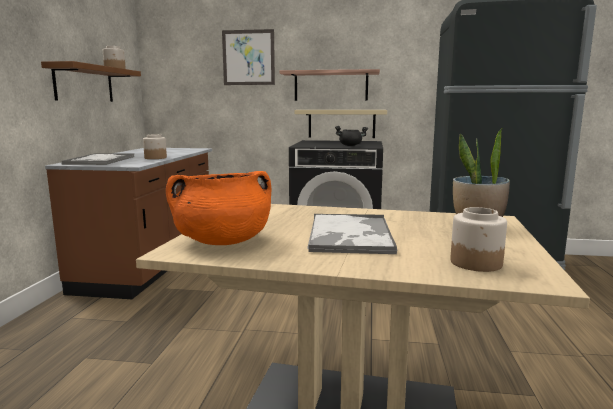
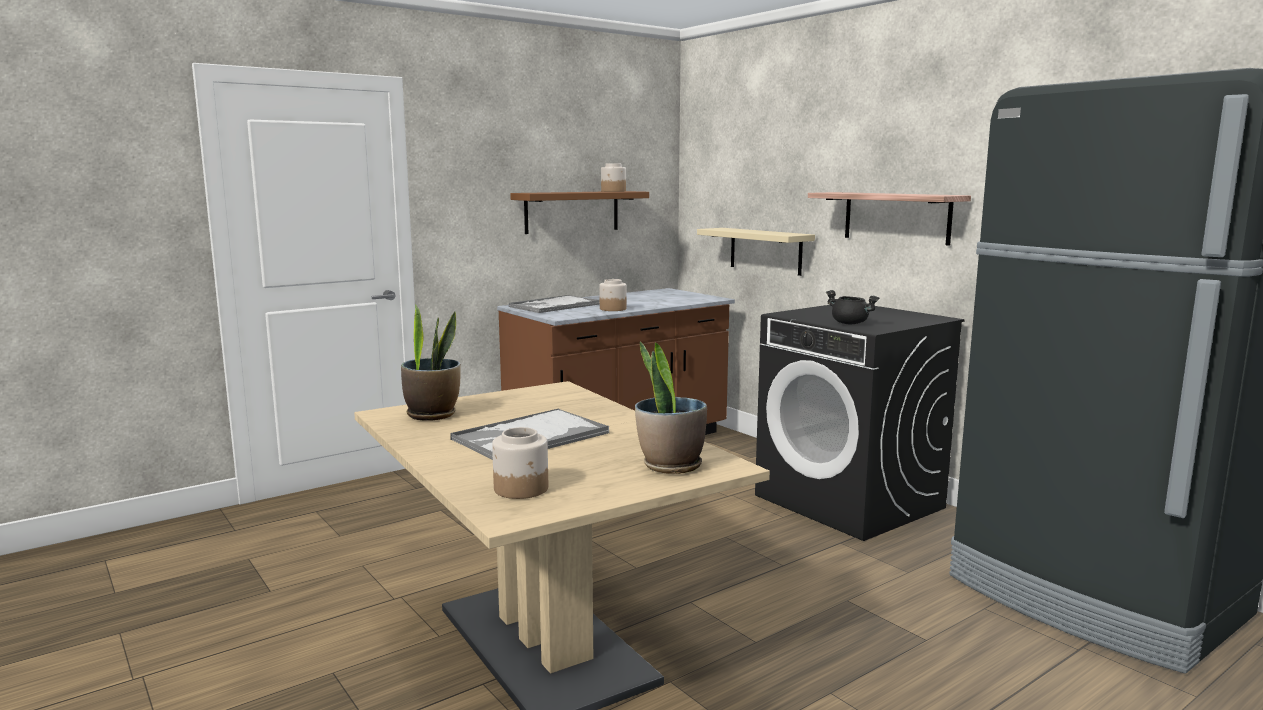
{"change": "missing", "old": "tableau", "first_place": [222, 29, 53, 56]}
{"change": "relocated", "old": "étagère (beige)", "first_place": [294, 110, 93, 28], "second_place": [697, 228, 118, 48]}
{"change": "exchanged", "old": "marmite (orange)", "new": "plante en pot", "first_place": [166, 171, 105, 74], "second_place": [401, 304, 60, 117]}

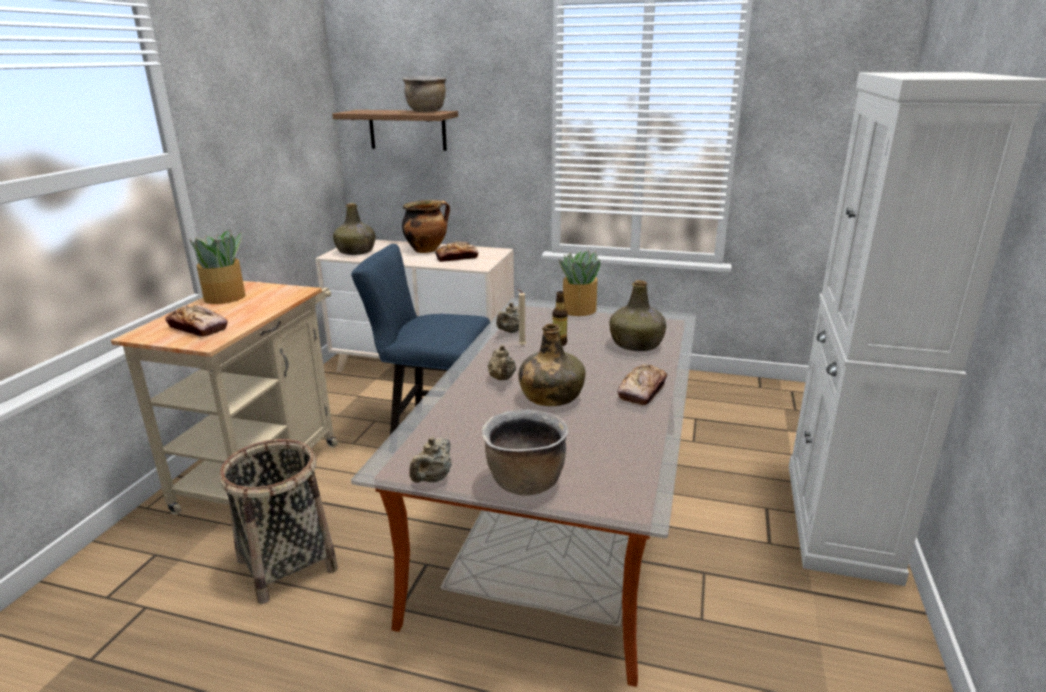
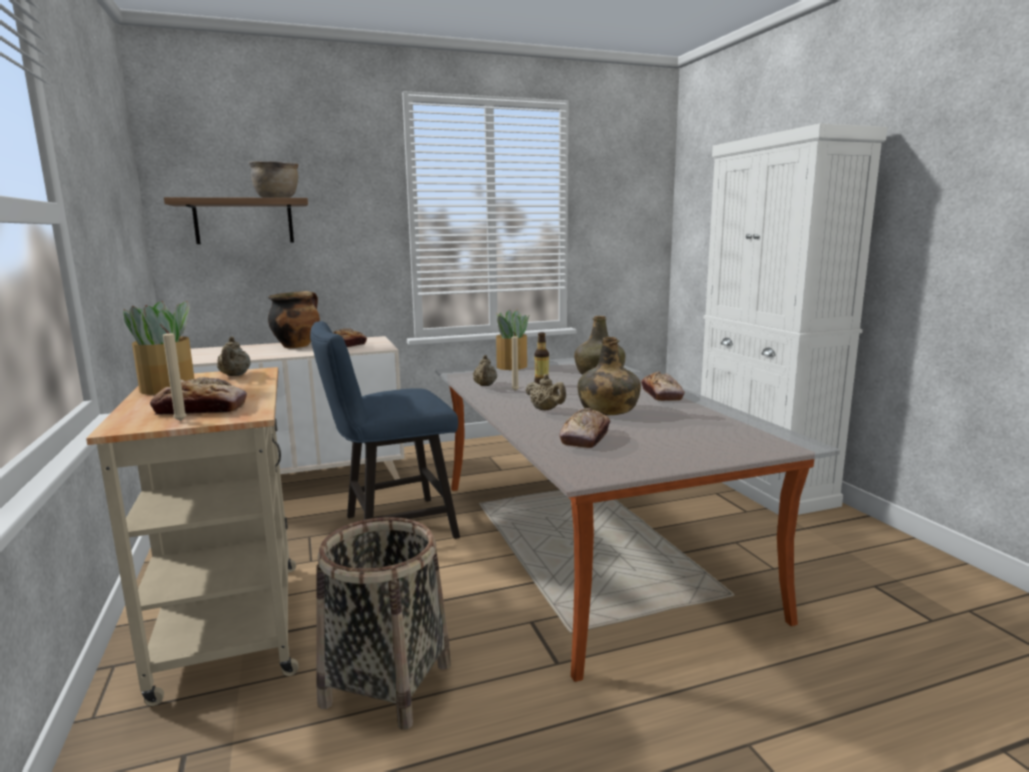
{"change": "missing", "old": "bouteille (vert)", "first_place": [333, 203, 42, 52]}
{"change": "missing", "old": "marmite (marron)", "first_place": [482, 409, 87, 87]}
{"change": "appeared", "new": "bougie (beige)", "second_place": [160, 324, 27, 97]}
{"change": "appeared", "new": "pain", "second_place": [559, 408, 51, 40]}
{"change": "relocated", "old": "théière (beige)", "first_place": [409, 437, 42, 46], "second_place": [217, 337, 34, 39]}

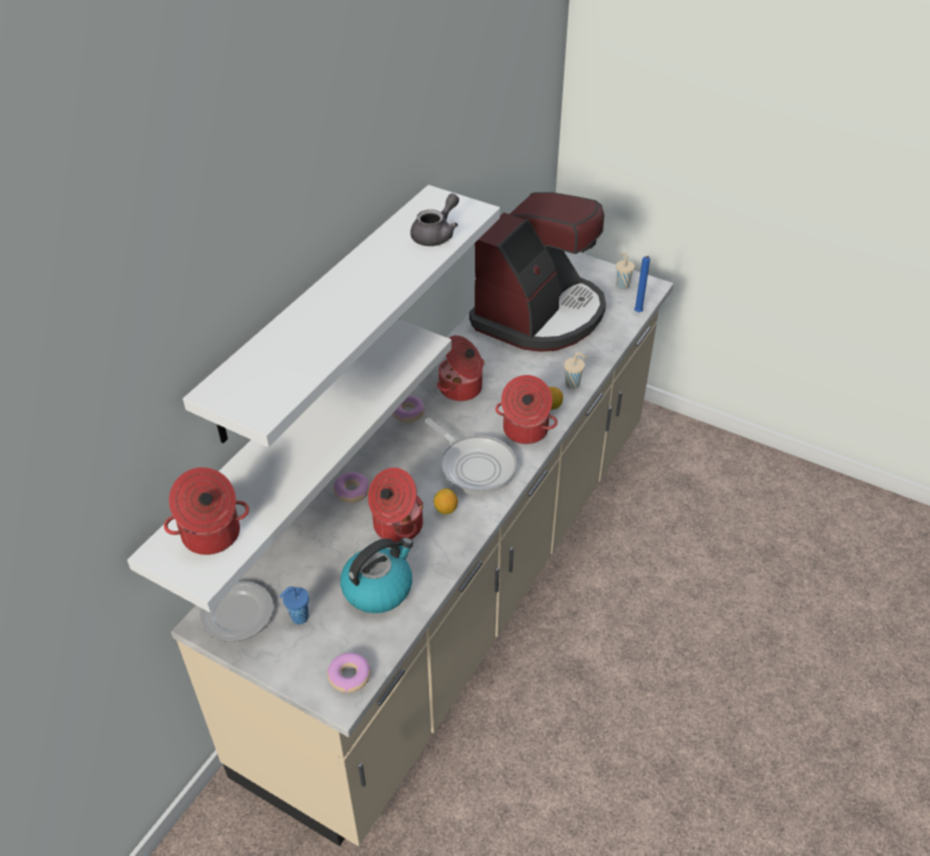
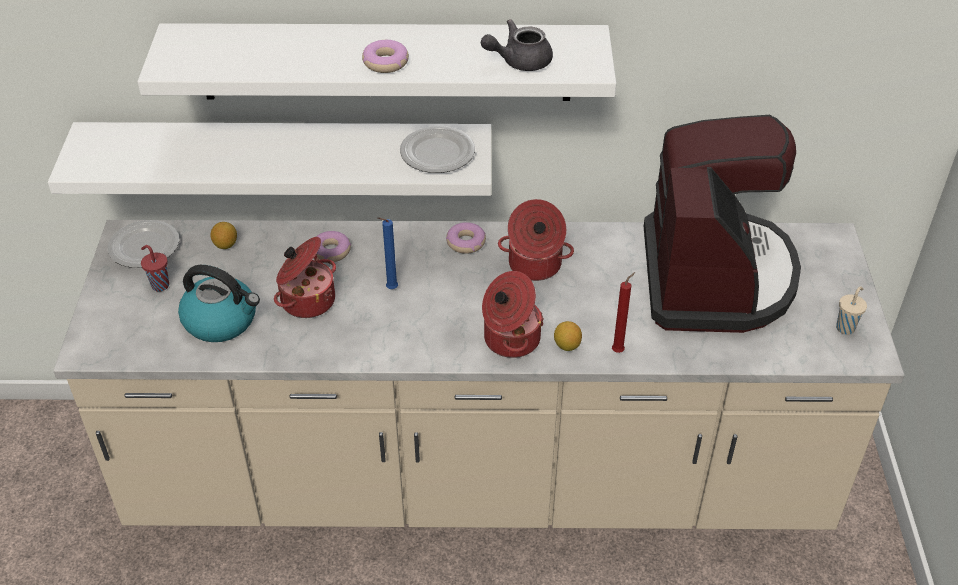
{"change": "missing", "old": "marmite", "first_place": [164, 467, 85, 88]}
{"change": "missing", "old": "poêle", "first_place": [425, 418, 92, 77]}
{"change": "appeared", "new": "assiette", "second_place": [400, 126, 75, 47]}
{"change": "relocated", "old": "beignet", "first_place": [327, 653, 44, 40], "second_place": [362, 40, 47, 33]}
{"change": "relocated", "old": "citron", "first_place": [434, 489, 24, 25], "second_place": [211, 222, 26, 27]}
{"change": "relocated", "old": "bougie (bleu)", "first_place": [634, 256, 16, 56], "second_place": [377, 217, 21, 72]}
{"change": "exchanged", "old": "tasse (beige)", "new": "bougie (rouge)", "first_place": [564, 352, 24, 37], "second_place": [612, 272, 23, 81]}
{"change": "colour", "old": "tasse (bleu)", "new": "tasse (rouge)", "first_place": [279, 586, 30, 38], "second_place": [141, 245, 28, 47]}
{"change": "spun", "old": "théière (gris)", "first_place": [410, 193, 49, 53], "second_place": [481, 19, 72, 52], "degrees": 150}
{"change": "spun", "old": "machine à café", "first_place": [469, 192, 137, 160], "second_place": [644, 115, 157, 218], "degrees": -90}

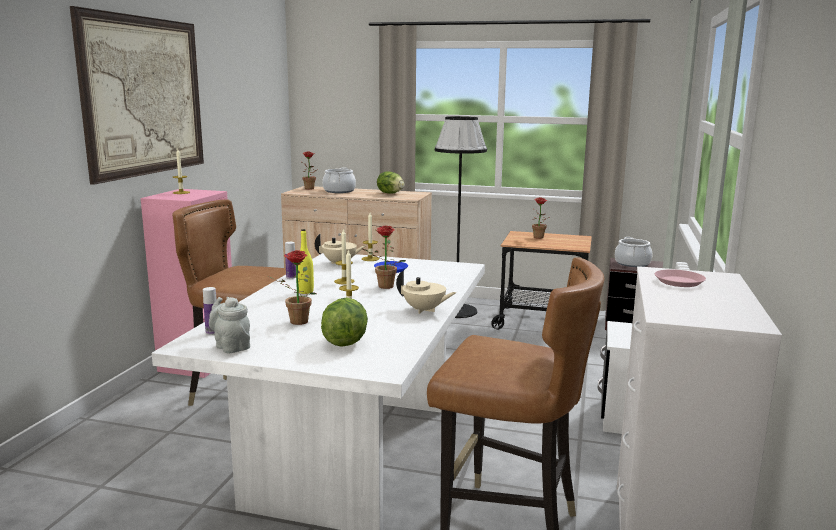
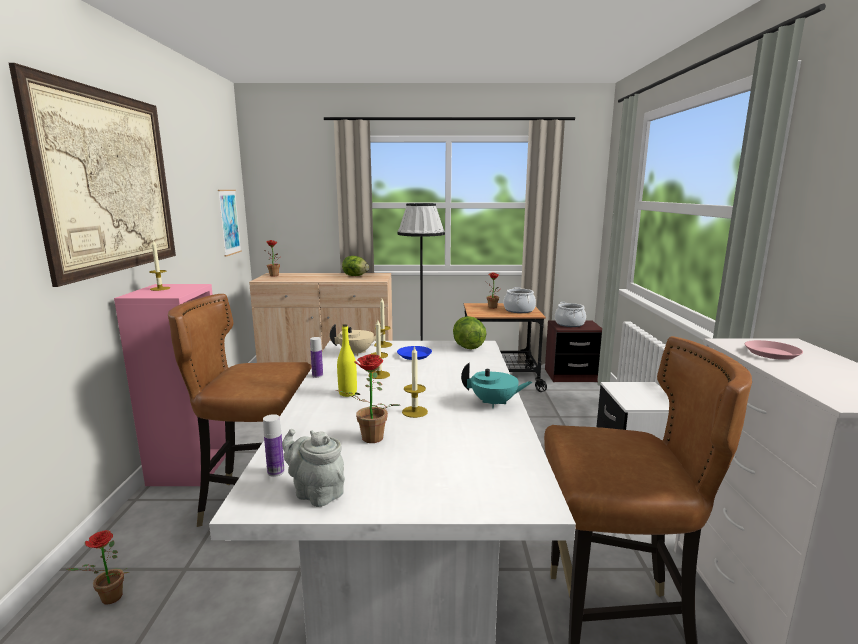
{"change": "appeared", "new": "tableau", "second_place": [218, 190, 24, 67]}
{"change": "relocated", "old": "laitue", "first_place": [321, 298, 47, 49], "second_place": [453, 316, 34, 33]}
{"change": "relocated", "old": "marmite", "first_place": [322, 168, 34, 25], "second_place": [504, 287, 32, 26]}
{"change": "relocated", "old": "plante en pot", "first_place": [361, 225, 45, 64], "second_place": [66, 530, 64, 75]}
{"change": "colour", "old": "théière (beige)", "new": "théière (turquoise)", "first_place": [396, 270, 60, 44], "second_place": [461, 362, 71, 47]}

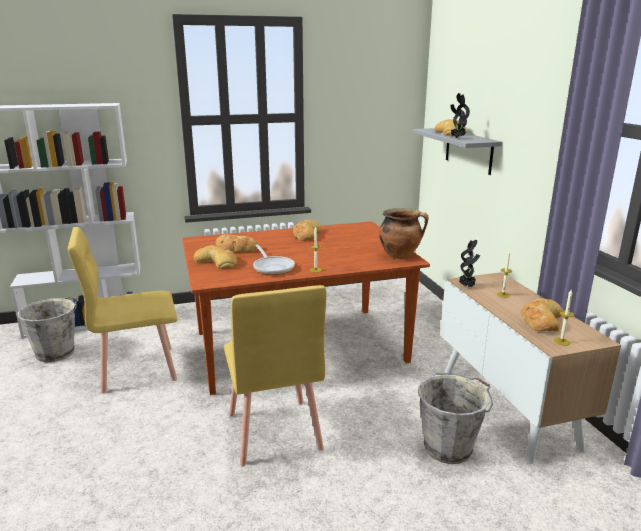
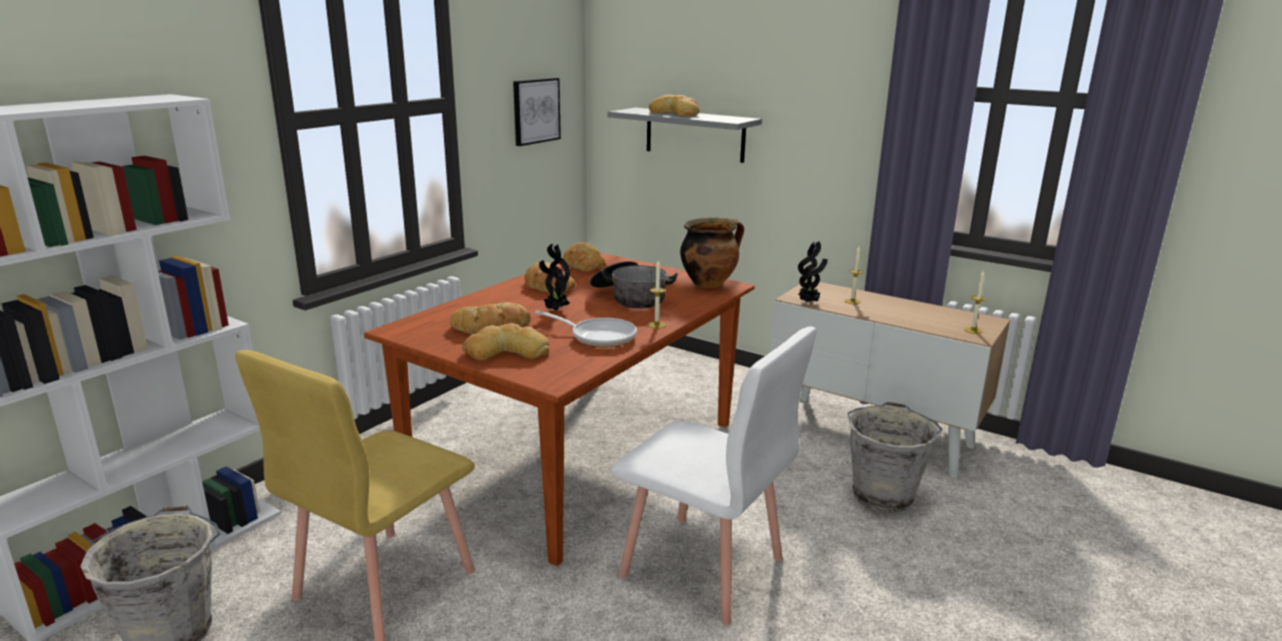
{"change": "appeared", "new": "tableau", "second_place": [513, 78, 48, 68]}
{"change": "appeared", "new": "marmite", "second_place": [590, 261, 88, 48]}
{"change": "relocated", "old": "plante en pot", "first_place": [450, 93, 20, 45], "second_place": [539, 244, 31, 67]}
{"change": "relocated", "old": "pain", "first_place": [521, 298, 42, 34], "second_place": [563, 242, 42, 30]}
{"change": "colour", "old": "chaise (jaune)", "new": "chaise (blanc)", "first_place": [224, 285, 103, 181], "second_place": [610, 326, 207, 299]}

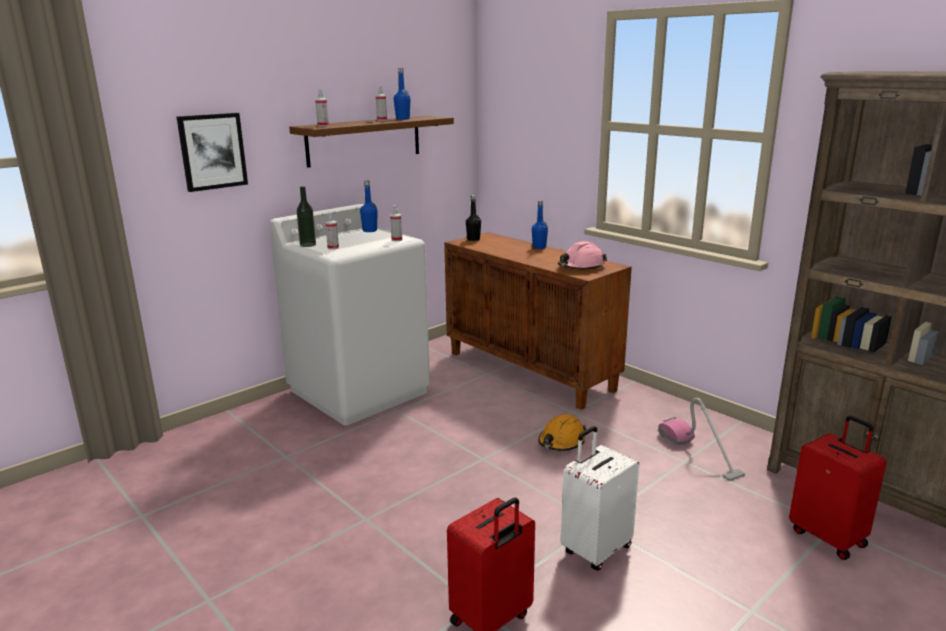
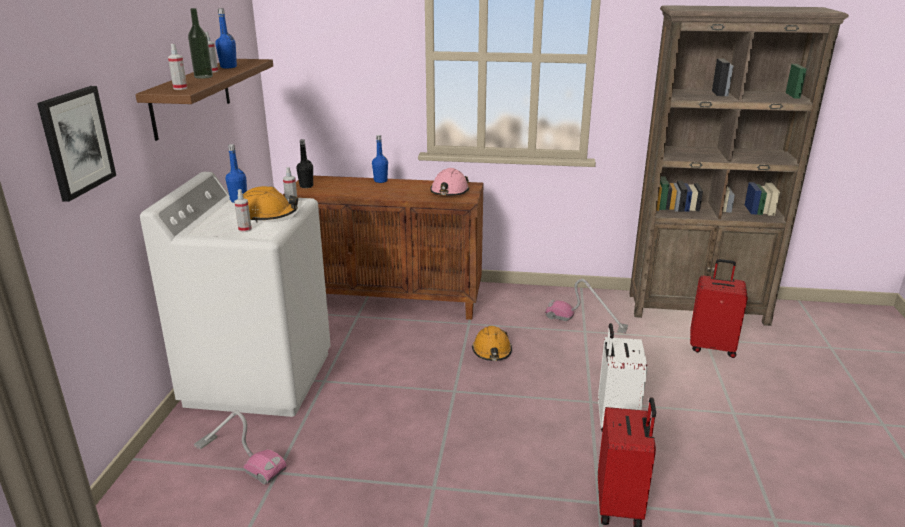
{"change": "appeared", "new": "aspirateur", "second_place": [194, 410, 93, 74]}
{"change": "appeared", "new": "casque de chantier (orange)", "second_place": [243, 186, 55, 36]}
{"change": "relocated", "old": "bouteille", "first_place": [297, 186, 19, 61], "second_place": [188, 8, 25, 71]}

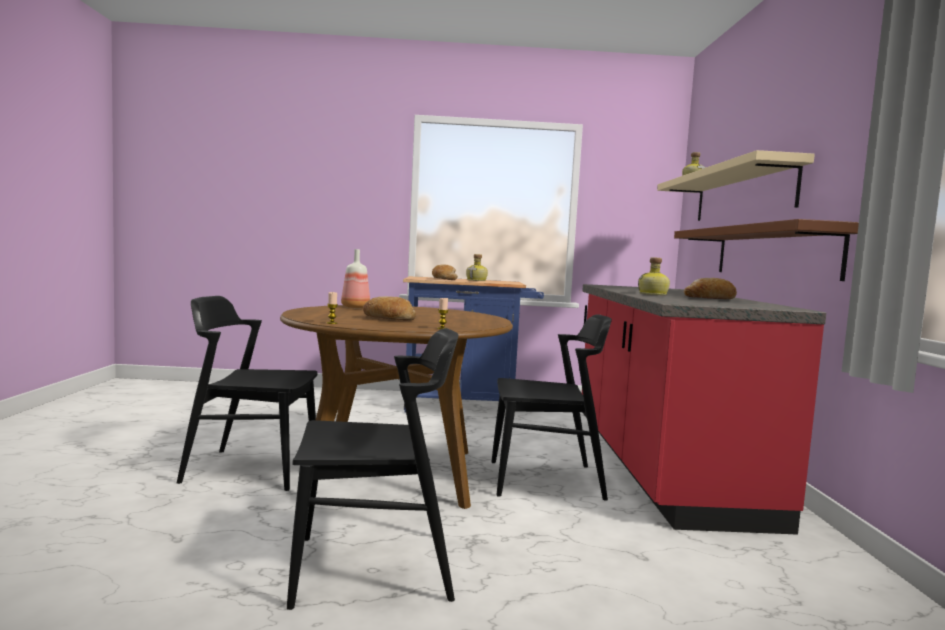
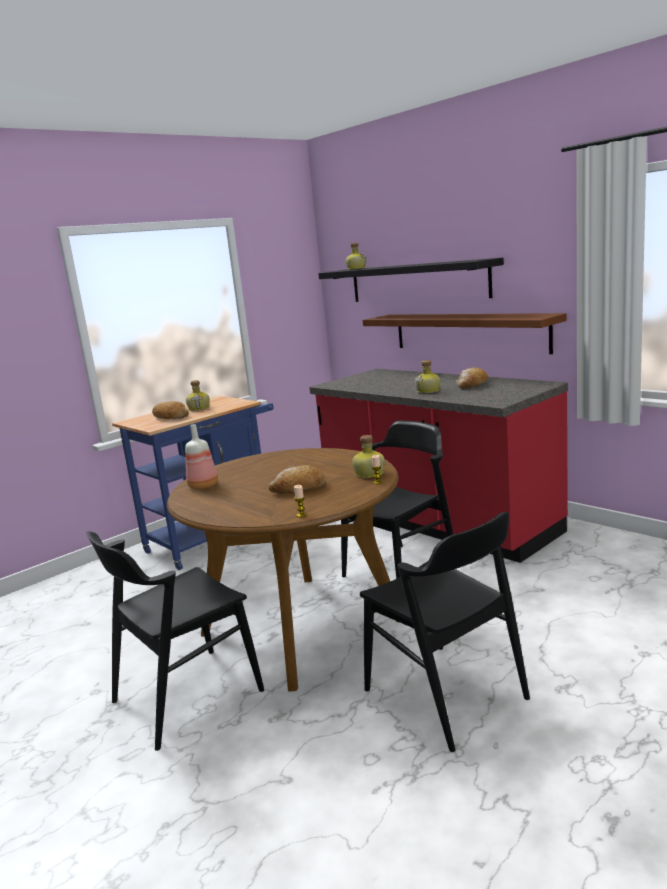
{"change": "appeared", "new": "bouteille", "second_place": [352, 435, 33, 43]}
{"change": "colour", "old": "étagère (beige)", "new": "étagère (noir)", "first_place": [657, 150, 158, 71], "second_place": [318, 258, 186, 44]}
{"change": "spun", "old": "chaise (noir)", "first_place": [287, 328, 172, 282], "second_place": [360, 512, 170, 240], "degrees": 105}

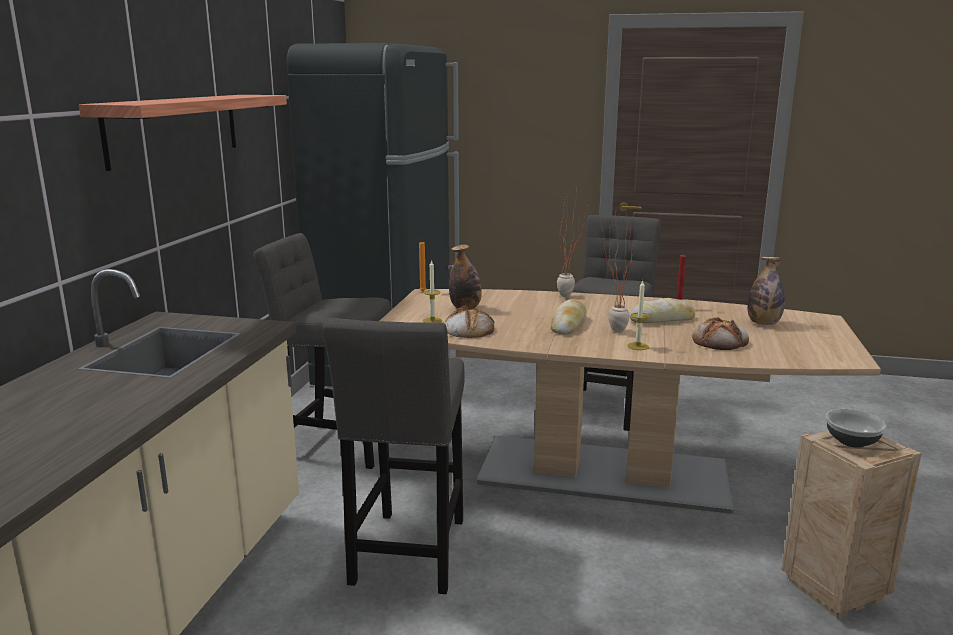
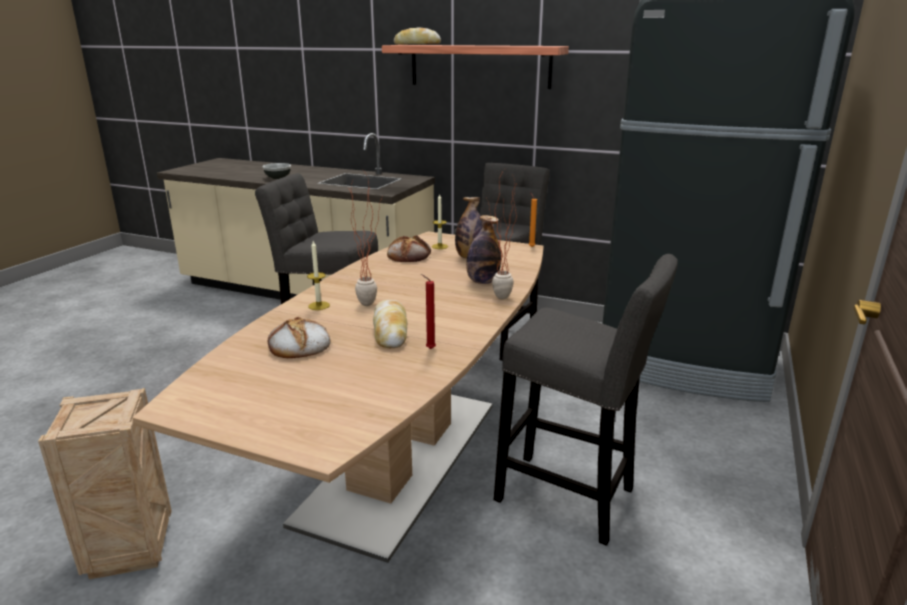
{"change": "relocated", "old": "pain", "first_place": [551, 299, 35, 36], "second_place": [394, 27, 47, 18]}
{"change": "relocated", "old": "bouteille", "first_place": [747, 257, 38, 68], "second_place": [466, 215, 35, 69]}
{"change": "relocated", "old": "bol", "first_place": [826, 409, 60, 39], "second_place": [262, 163, 29, 16]}

